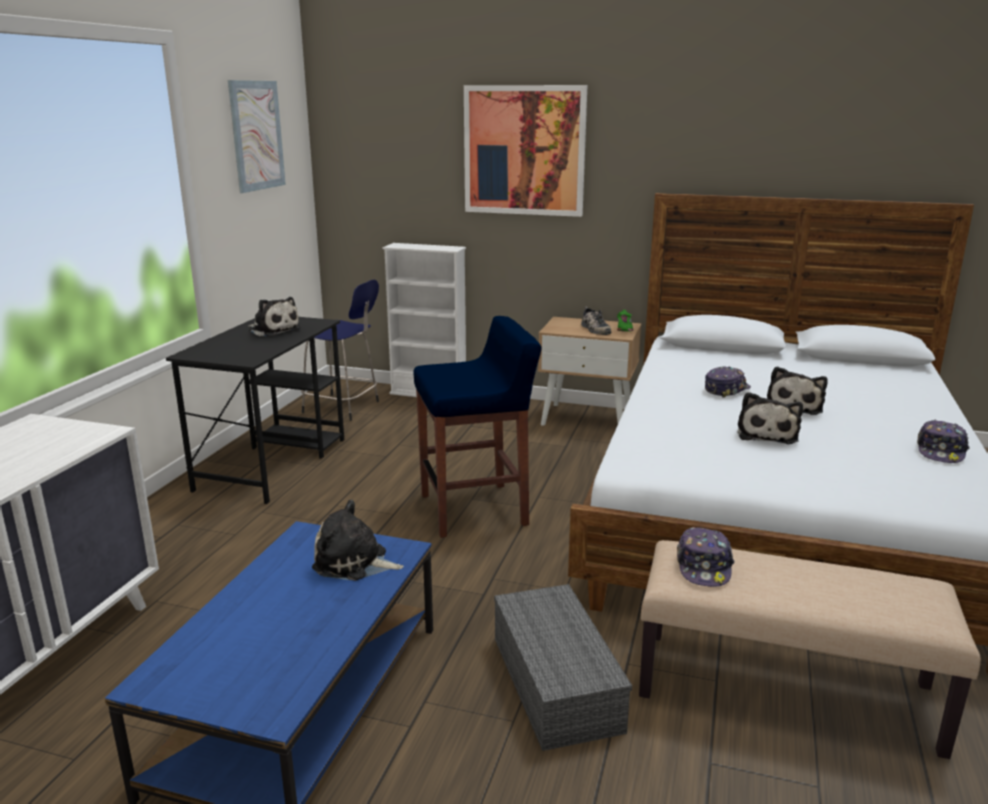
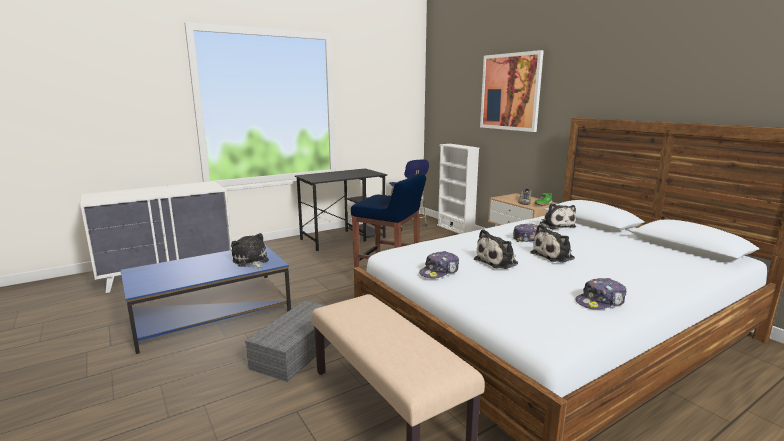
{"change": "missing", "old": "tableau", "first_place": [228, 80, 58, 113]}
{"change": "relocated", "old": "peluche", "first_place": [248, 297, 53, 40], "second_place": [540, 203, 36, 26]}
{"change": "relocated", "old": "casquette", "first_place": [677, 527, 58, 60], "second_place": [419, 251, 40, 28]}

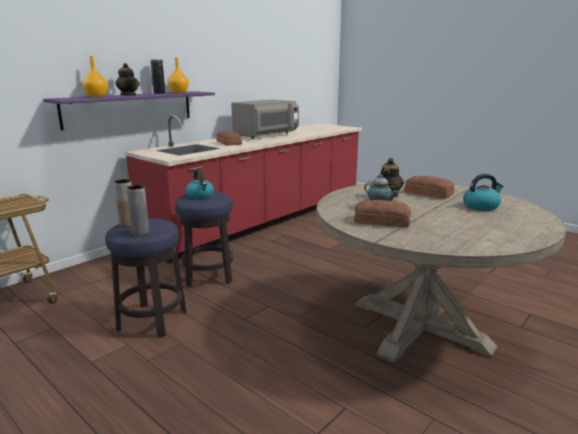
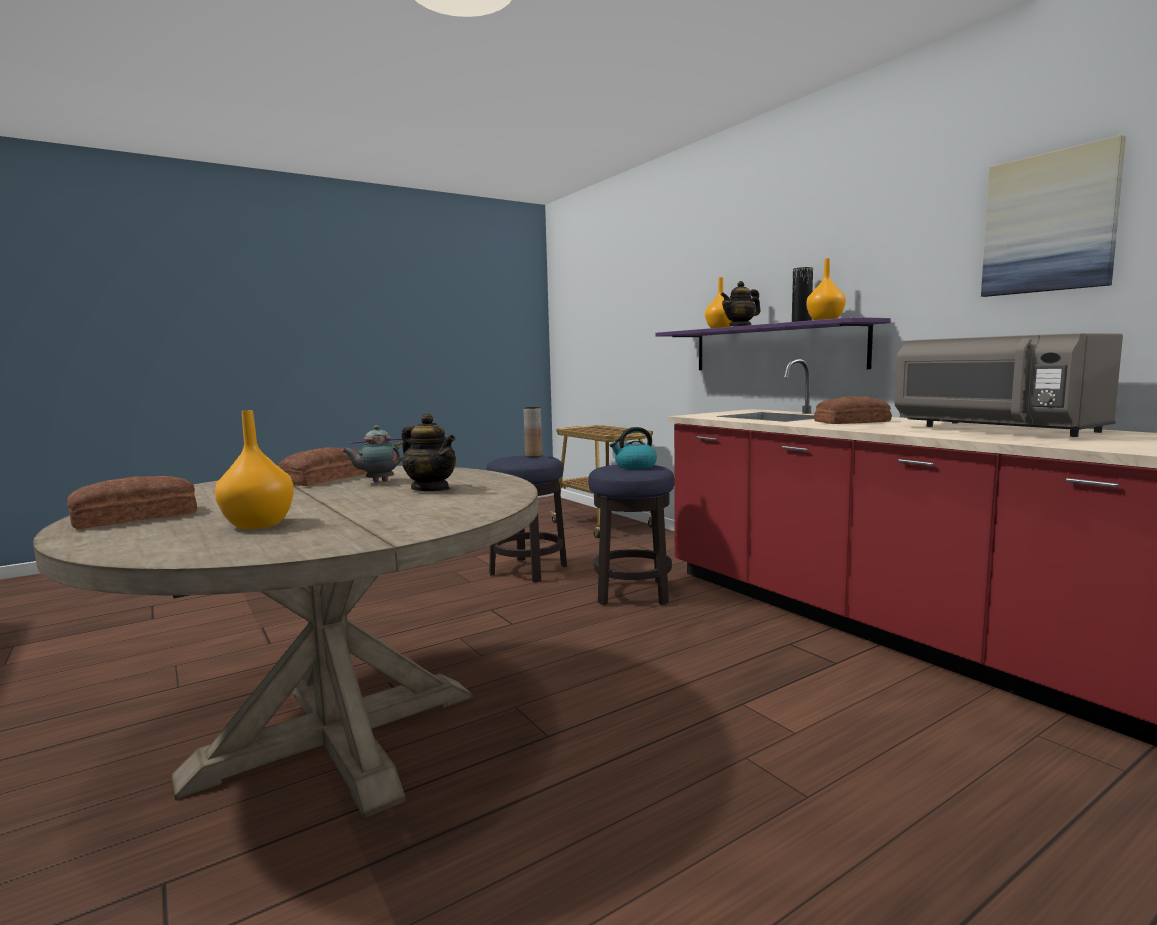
{"change": "missing", "old": "vase (gris)", "first_place": [126, 185, 23, 51]}
{"change": "appeared", "new": "tableau", "second_place": [981, 135, 145, 162]}
{"change": "relocated", "old": "pain", "first_place": [404, 176, 50, 23], "second_place": [67, 476, 130, 53]}
{"change": "exchanged", "old": "bouilloire", "new": "vase (orange)", "first_place": [463, 174, 41, 37], "second_place": [215, 410, 79, 119]}

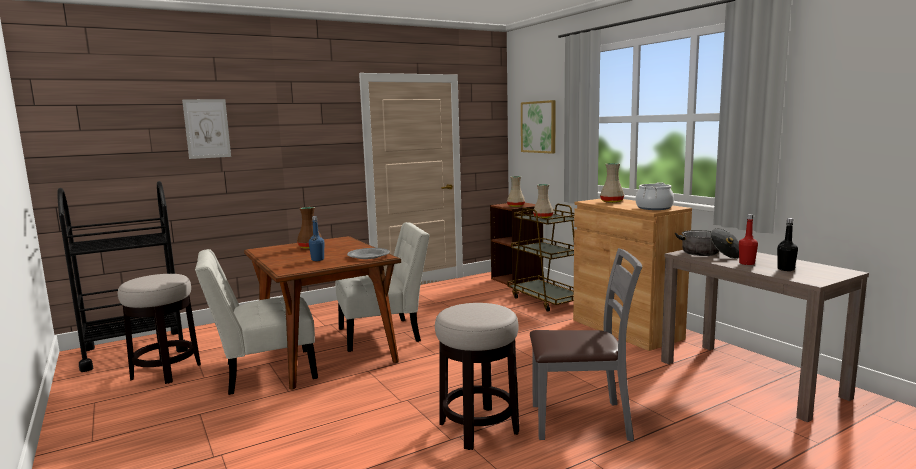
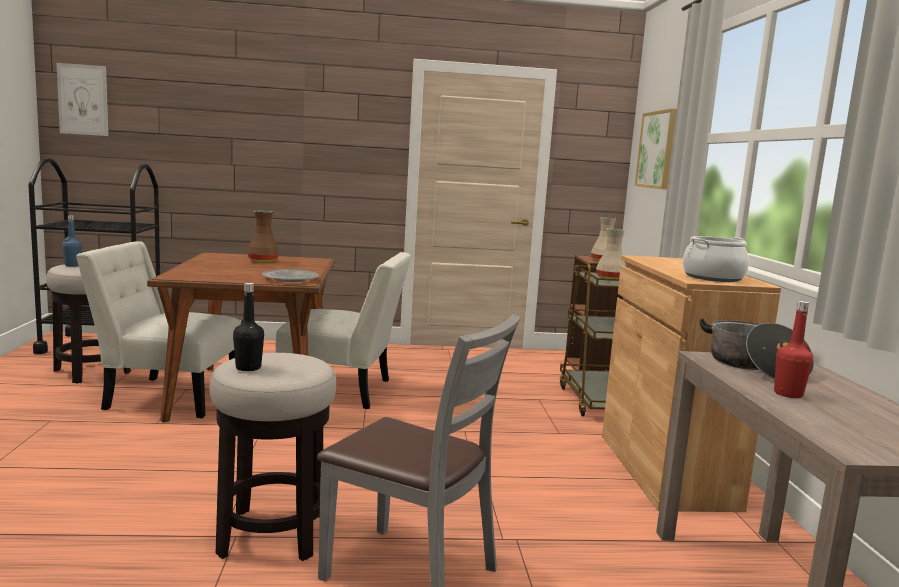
{"change": "missing", "old": "vase (beige)", "first_place": [600, 163, 24, 40]}
{"change": "relocated", "old": "tableau", "first_place": [182, 99, 49, 60], "second_place": [56, 63, 52, 73]}
{"change": "relocated", "old": "bouteille (bleu)", "first_place": [309, 216, 15, 45], "second_place": [62, 215, 20, 52]}
{"change": "relocated", "old": "bouteille (noir)", "first_place": [777, 218, 21, 53], "second_place": [233, 283, 31, 88]}

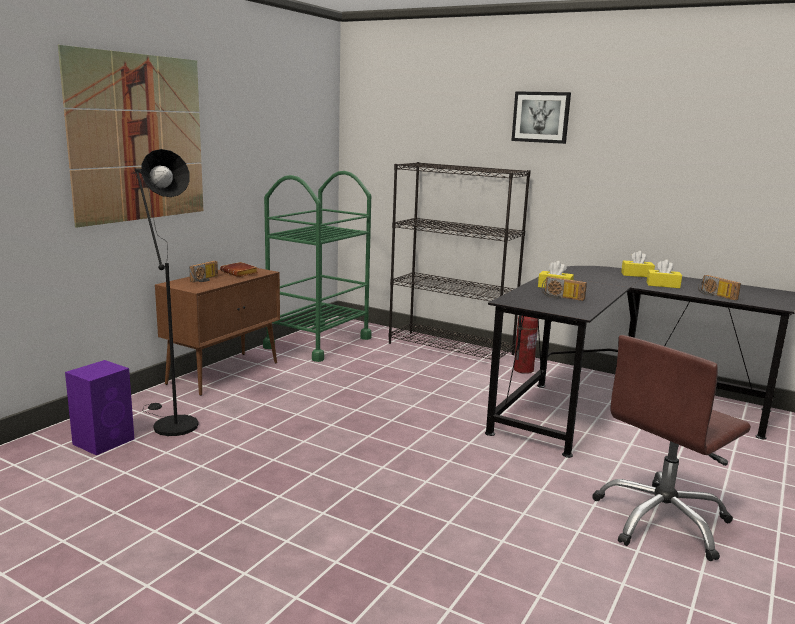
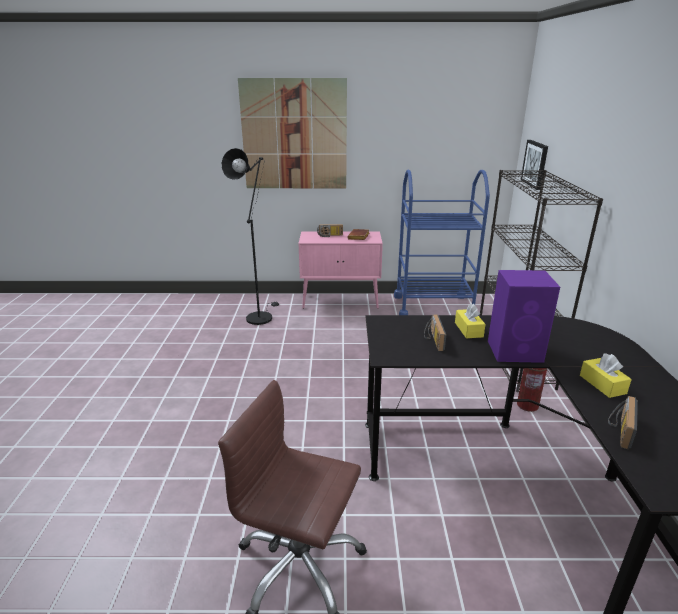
{"change": "missing", "old": "boîte à mouchoirs (jaune)", "first_place": [621, 251, 34, 26]}
{"change": "relocated", "old": "enceinte (violet)", "first_place": [65, 360, 69, 95], "second_place": [488, 270, 72, 93]}
{"change": "relocated", "old": "tableau", "first_place": [511, 91, 60, 53], "second_place": [521, 140, 27, 50]}
{"change": "colour", "old": "meuble de rangement (marron)", "new": "meuble de rangement (rose)", "first_place": [155, 268, 125, 128], "second_place": [298, 231, 85, 78]}
{"change": "colour", "old": "chariot (vert)", "new": "chariot (bleu)", "first_place": [263, 171, 109, 191], "second_place": [394, 170, 96, 145]}

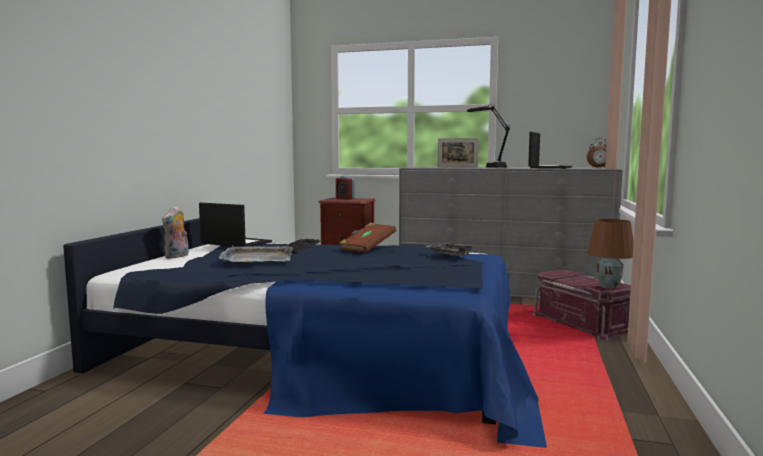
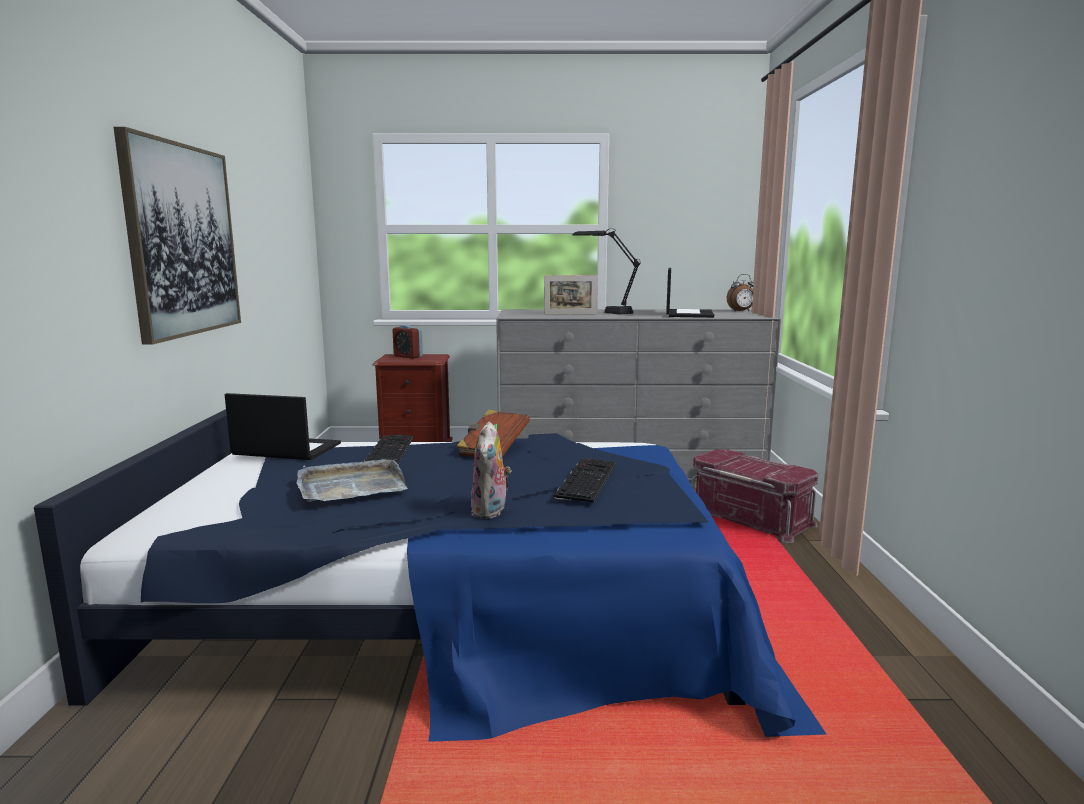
{"change": "missing", "old": "plateau (gris)", "first_place": [426, 243, 49, 13]}
{"change": "missing", "old": "lampe de table (marron)", "first_place": [587, 219, 47, 70]}
{"change": "appeared", "new": "tableau", "second_place": [114, 127, 127, 218]}
{"change": "appeared", "new": "clavier", "second_place": [554, 459, 62, 44]}
{"change": "relocated", "old": "peluche", "first_place": [162, 205, 27, 54], "second_place": [471, 422, 40, 97]}

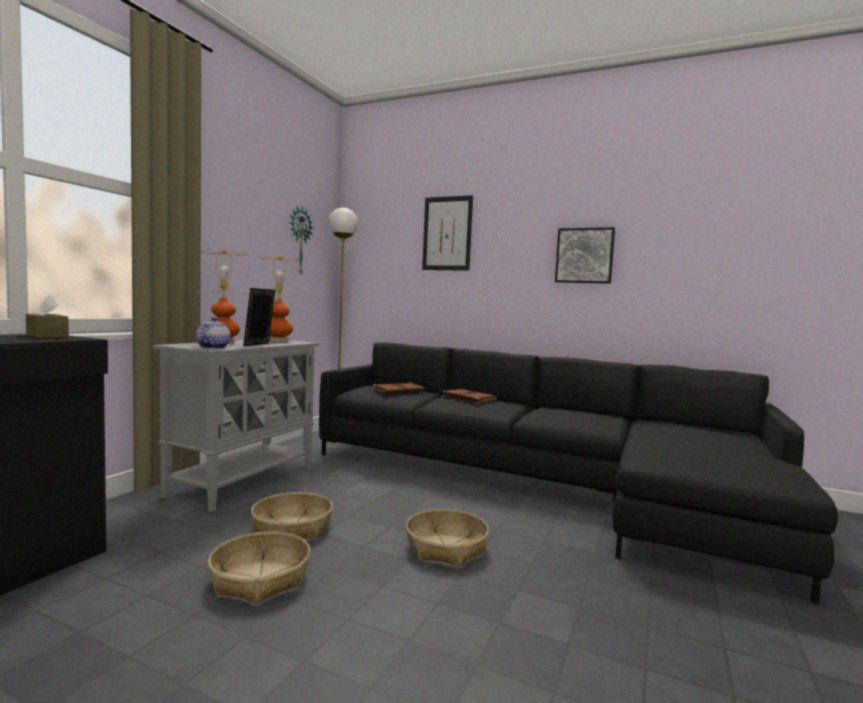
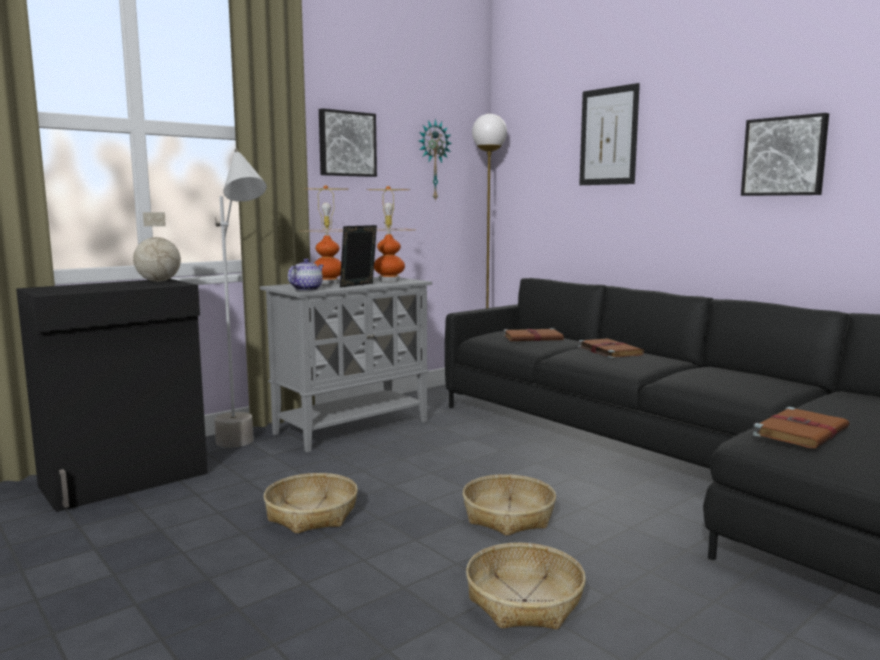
{"change": "appeared", "new": "lampadaire (gris)", "second_place": [214, 149, 53, 299]}
{"change": "appeared", "new": "tableau", "second_place": [319, 108, 58, 69]}
{"change": "appeared", "new": "livre (marron)", "second_place": [753, 407, 96, 41]}
{"change": "relocated", "old": "panier", "first_place": [251, 492, 82, 47], "second_place": [466, 543, 120, 86]}
{"change": "exchanged", "old": "boîte à mouchoirs (marron)", "new": "globe", "first_place": [26, 295, 43, 43], "second_place": [133, 212, 48, 70]}

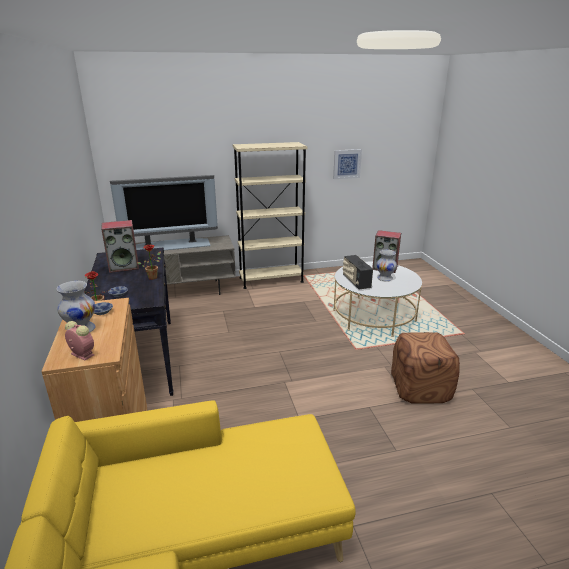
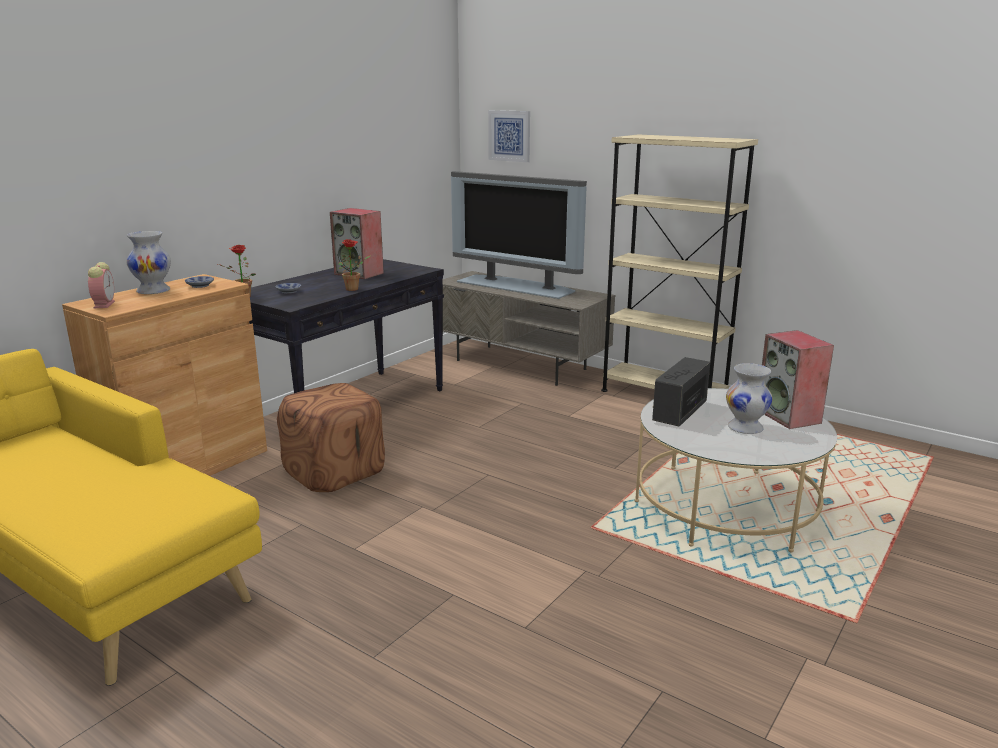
{"change": "relocated", "old": "tableau", "first_place": [333, 149, 29, 30], "second_place": [488, 110, 42, 52]}
{"change": "relocated", "old": "pouf (marron)", "first_place": [391, 332, 69, 72], "second_place": [277, 383, 108, 109]}

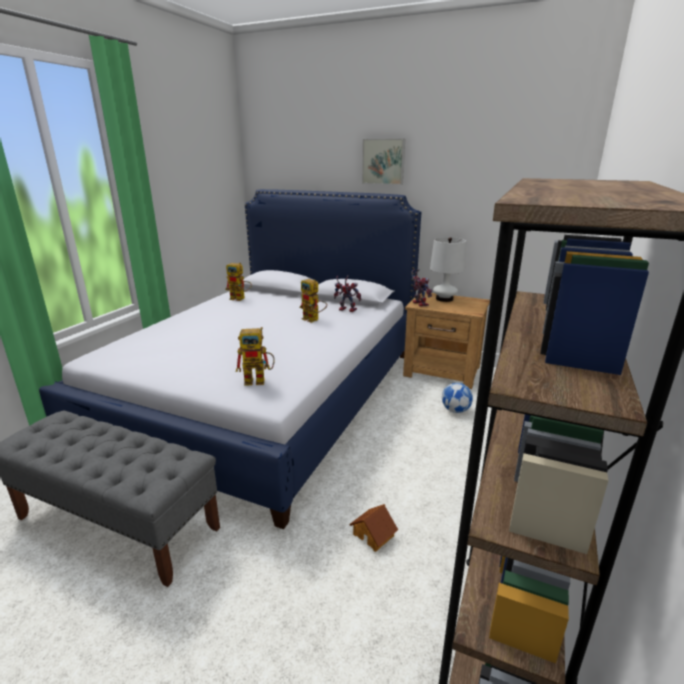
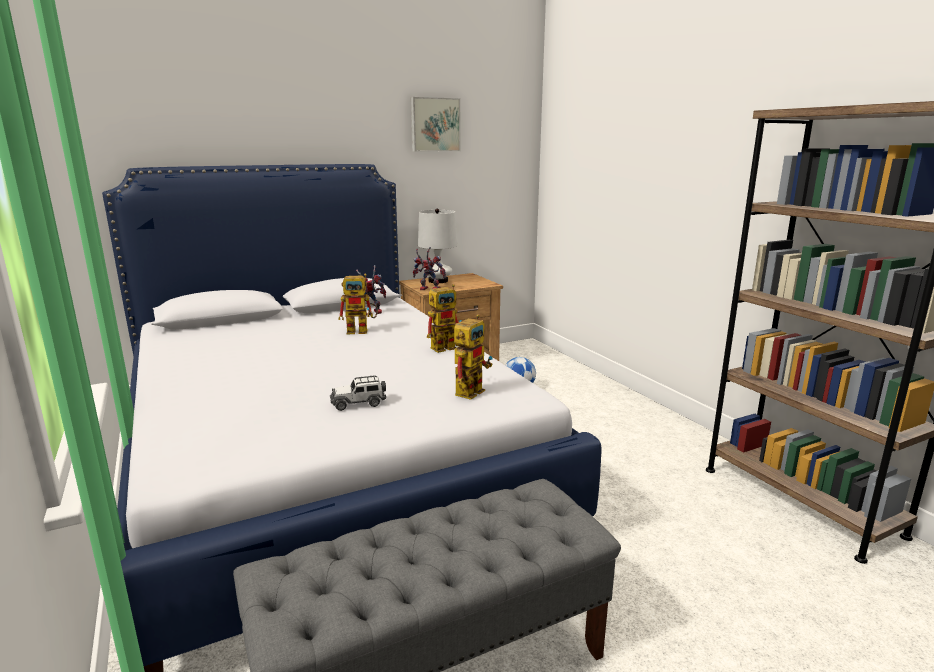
{"change": "missing", "old": "maison miniature", "first_place": [349, 504, 49, 48]}
{"change": "appeared", "new": "petite voiture", "second_place": [330, 375, 56, 36]}
{"change": "relocated", "old": "robot jouet", "first_place": [226, 263, 26, 38], "second_place": [427, 284, 35, 69]}
{"change": "relocated", "old": "tableau", "first_place": [362, 139, 43, 46], "second_place": [411, 97, 50, 55]}

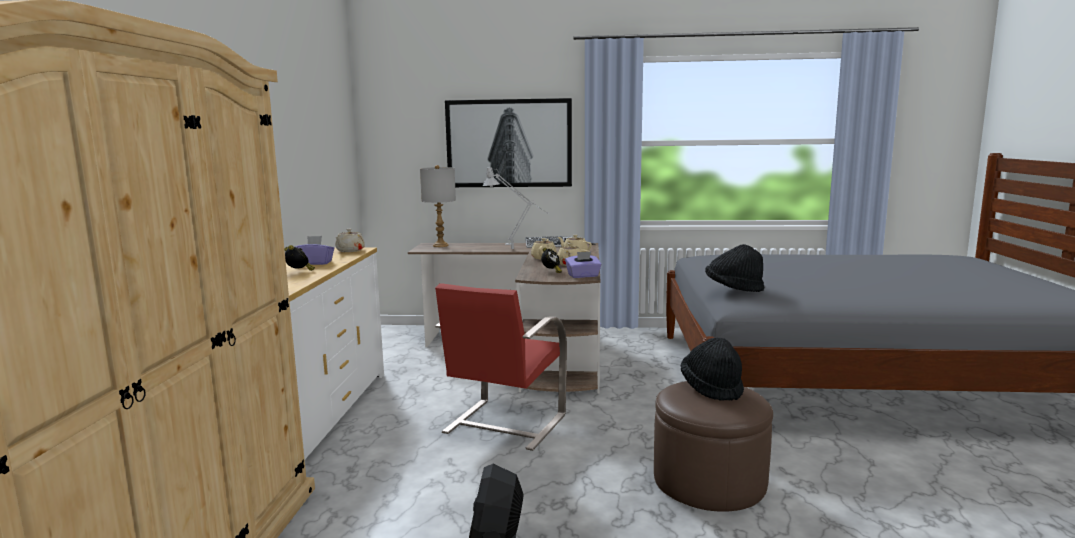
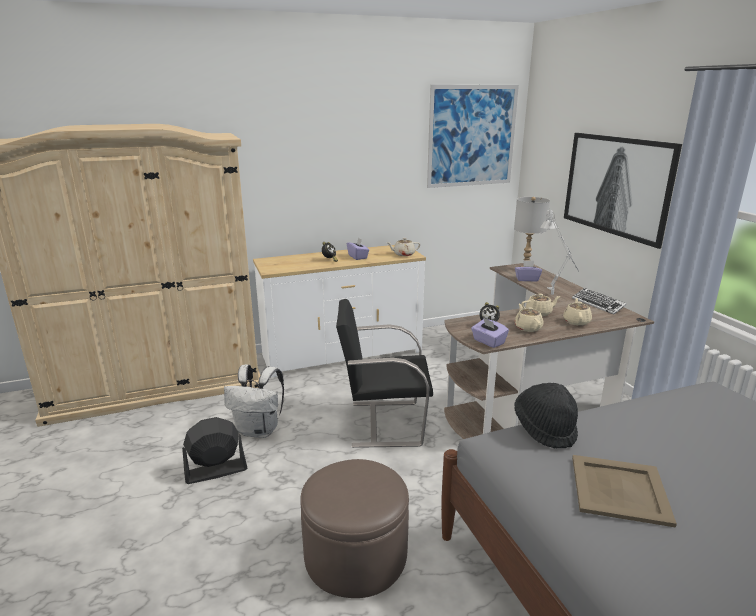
{"change": "missing", "old": "chapeau (noir)", "first_place": [681, 337, 63, 64]}
{"change": "appeared", "new": "sac à dos (blanc)", "second_place": [224, 365, 60, 73]}
{"change": "appeared", "new": "tableau", "second_place": [427, 85, 92, 103]}
{"change": "appeared", "new": "boîte à mouchoirs (violet)", "second_place": [515, 260, 27, 22]}
{"change": "appeared", "new": "plateau (beige)", "second_place": [572, 455, 105, 73]}
{"change": "colour", "old": "chaise (rouge)", "new": "chaise (noir)", "first_place": [435, 283, 132, 168], "second_place": [336, 299, 97, 149]}

